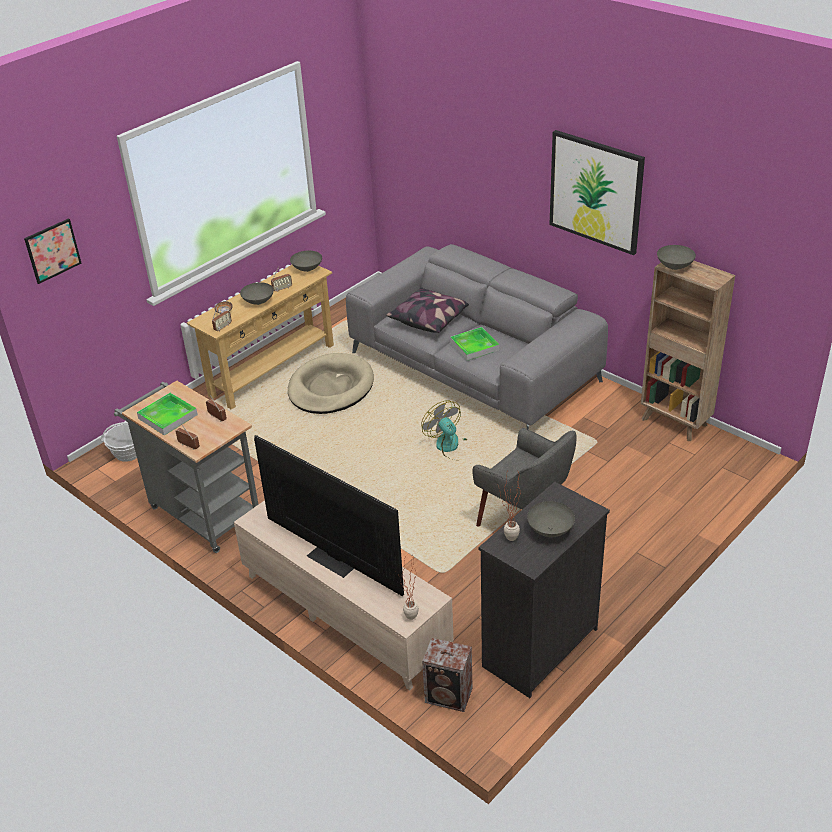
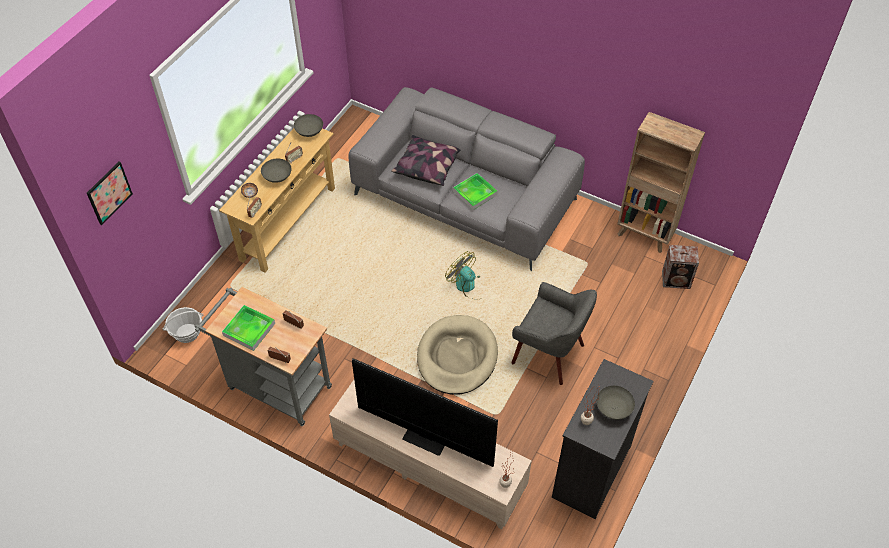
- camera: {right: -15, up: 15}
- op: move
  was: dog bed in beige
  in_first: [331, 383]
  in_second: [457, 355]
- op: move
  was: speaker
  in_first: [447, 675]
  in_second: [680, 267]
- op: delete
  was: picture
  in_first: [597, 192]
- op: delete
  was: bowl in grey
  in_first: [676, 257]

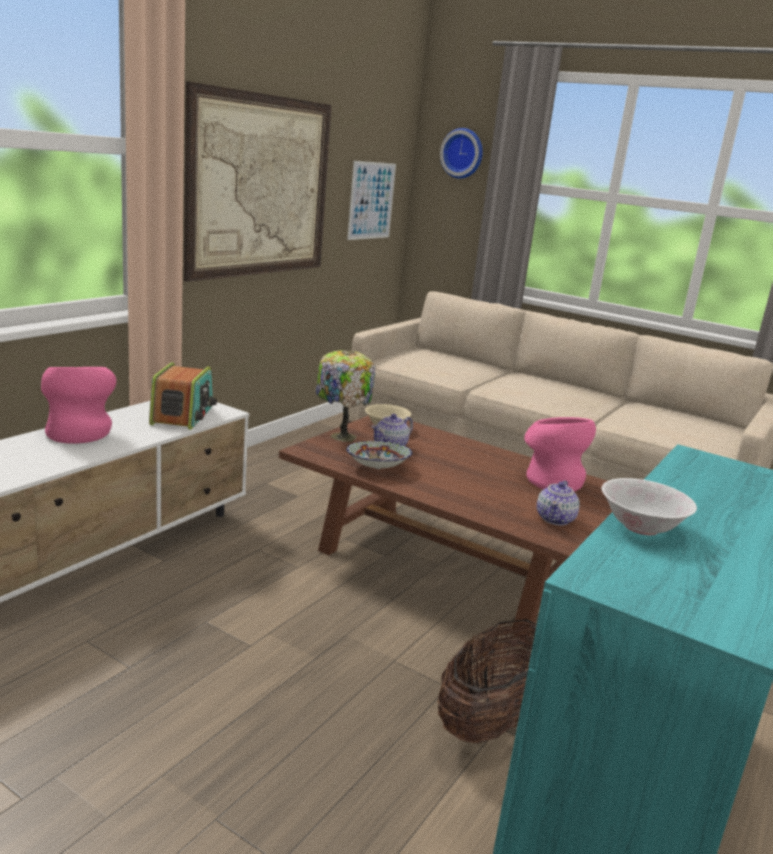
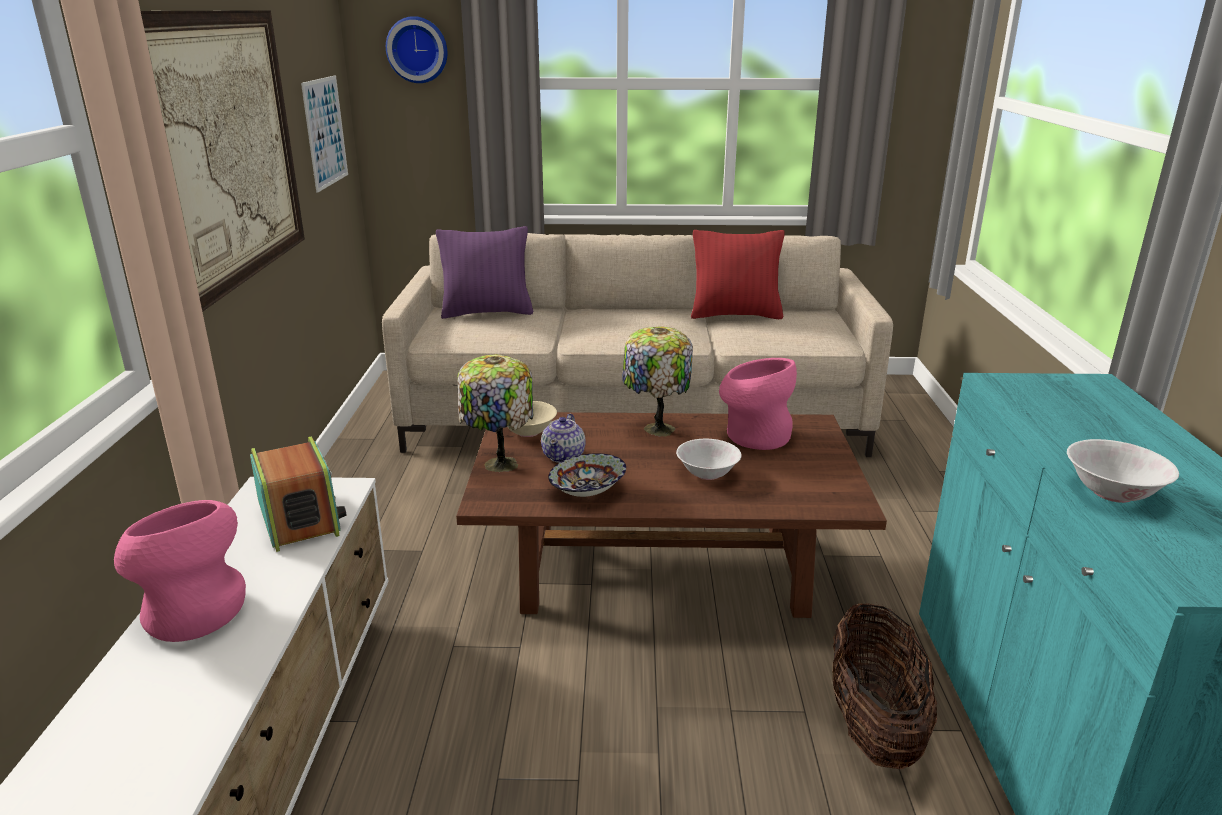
- camera: {right: -30, up: 5}
- op: insert
  now: pillow in purple
  in_second: [484, 272]
- op: insert
  now: table lamp
  in_second: [657, 381]
- op: insert
  now: bowl in white
  in_second: [709, 459]
- op: insert
  now: pillow in red
  in_second: [738, 274]
- op: delete
  was: teapot
  in_first: [558, 503]

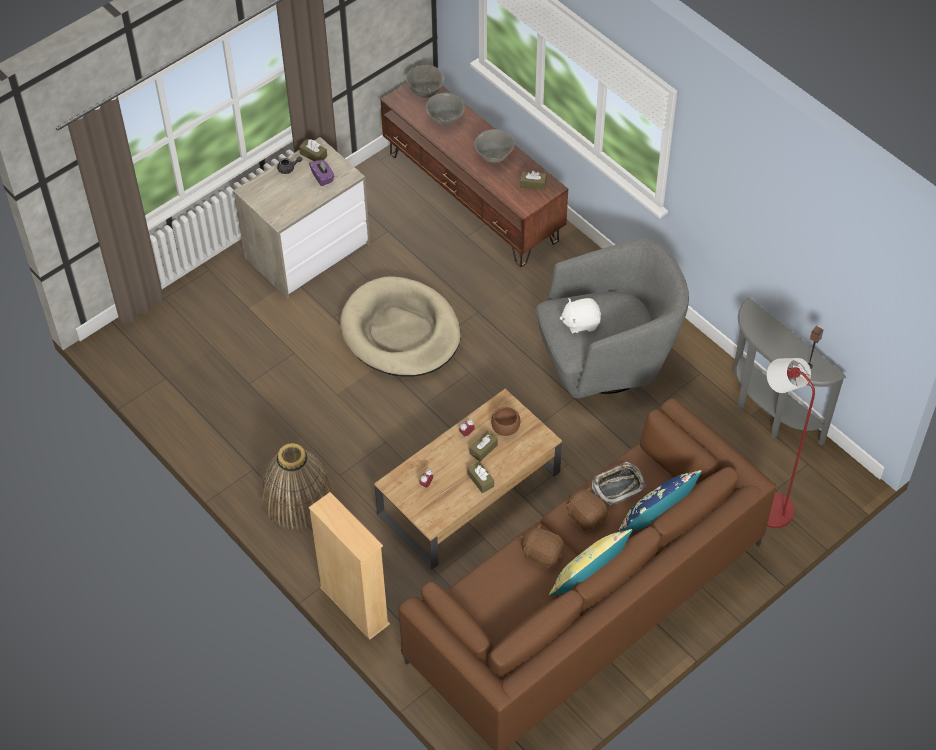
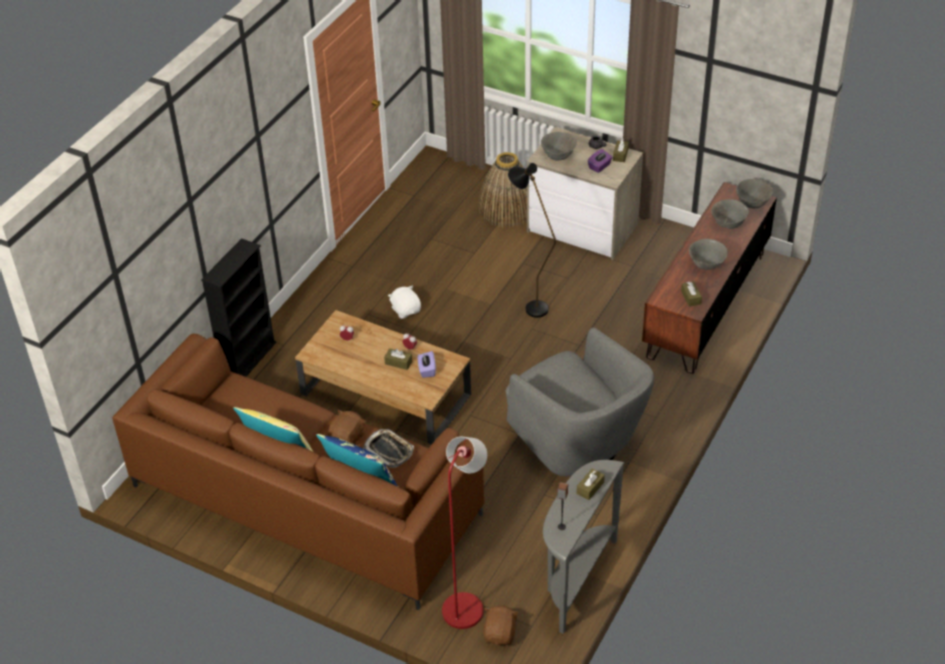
- camera: {right: 70, up: -10}
- op: recolor
  was: bookcase in beige
  now: bookcase in black
  in_first: [349, 566]
  in_second: [238, 307]
- op: move
  was: plush toy in white
  in_first: [580, 316]
  in_second: [404, 302]
- op: replace
  was: bowl in brown
  now: tissue box in purple
  in_first: [505, 421]
  in_second: [427, 364]
- op: move
  was: basket
  in_first: [298, 486]
  in_second: [502, 190]
- op: move
  was: plush toy in brown
  in_first: [542, 545]
  in_second: [501, 625]
- op: replace
  was: dog bed in beige
  now: floor lamp in black
  in_first: [400, 326]
  in_second: [532, 240]
- op: insert
  now: bowl in grey
  in_second: [559, 146]
- op: move
  was: tissue box in brown
  in_first: [480, 477]
  in_second: [591, 484]

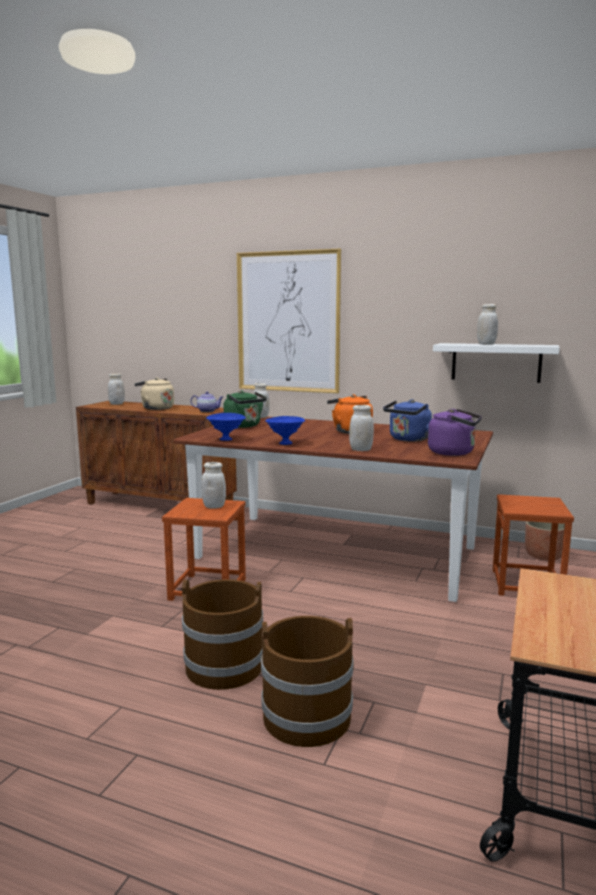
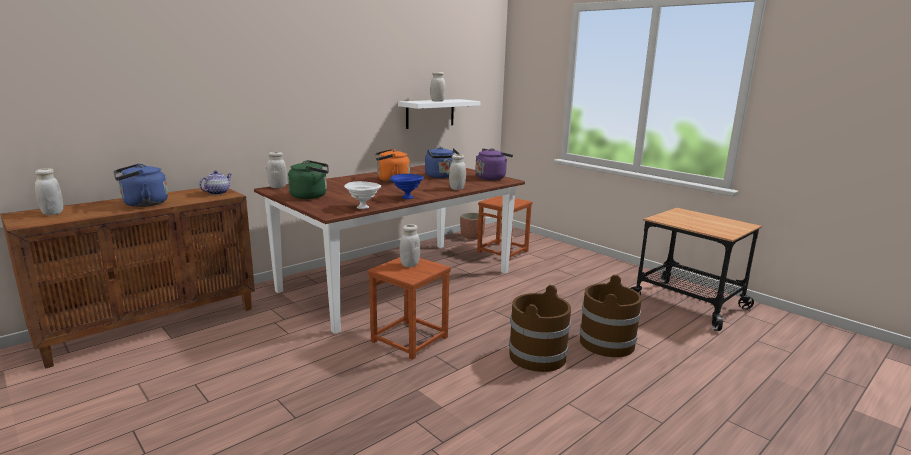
- camera: {right: -65, up: 5}
- op: recolor
  was: kettle in beige
  now: kettle in blue
  in_first: [154, 393]
  in_second: [141, 185]
- op: recolor
  was: bowl in blue
  now: bowl in white
  in_first: [226, 427]
  in_second: [362, 195]
- op: delete
  was: picture
  in_first: [289, 321]

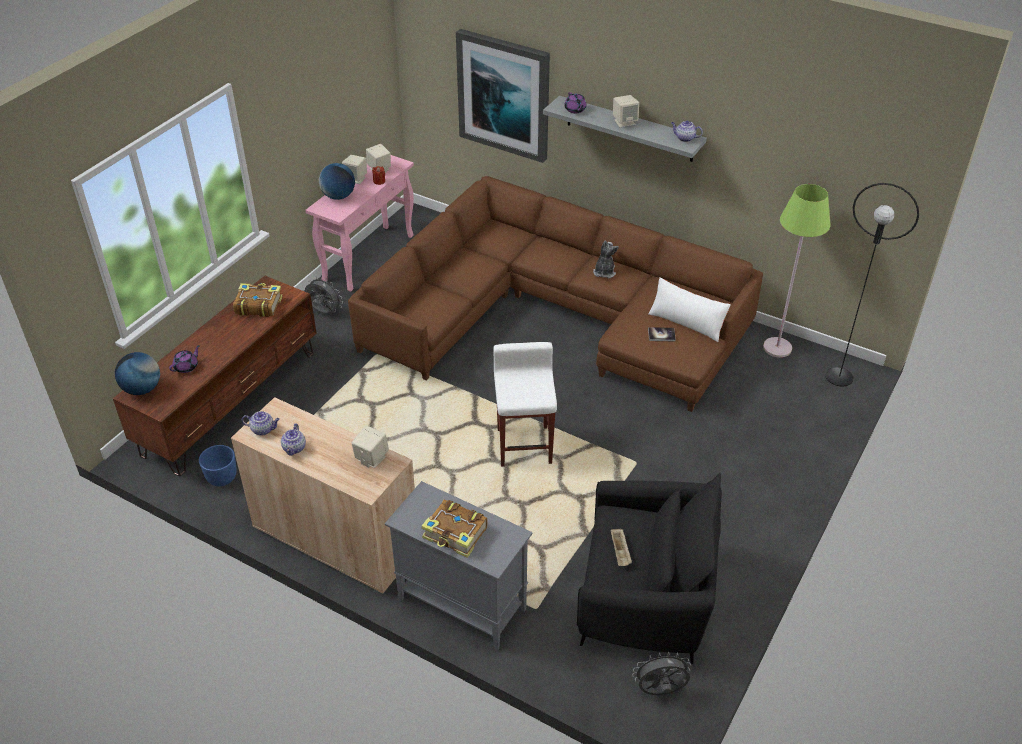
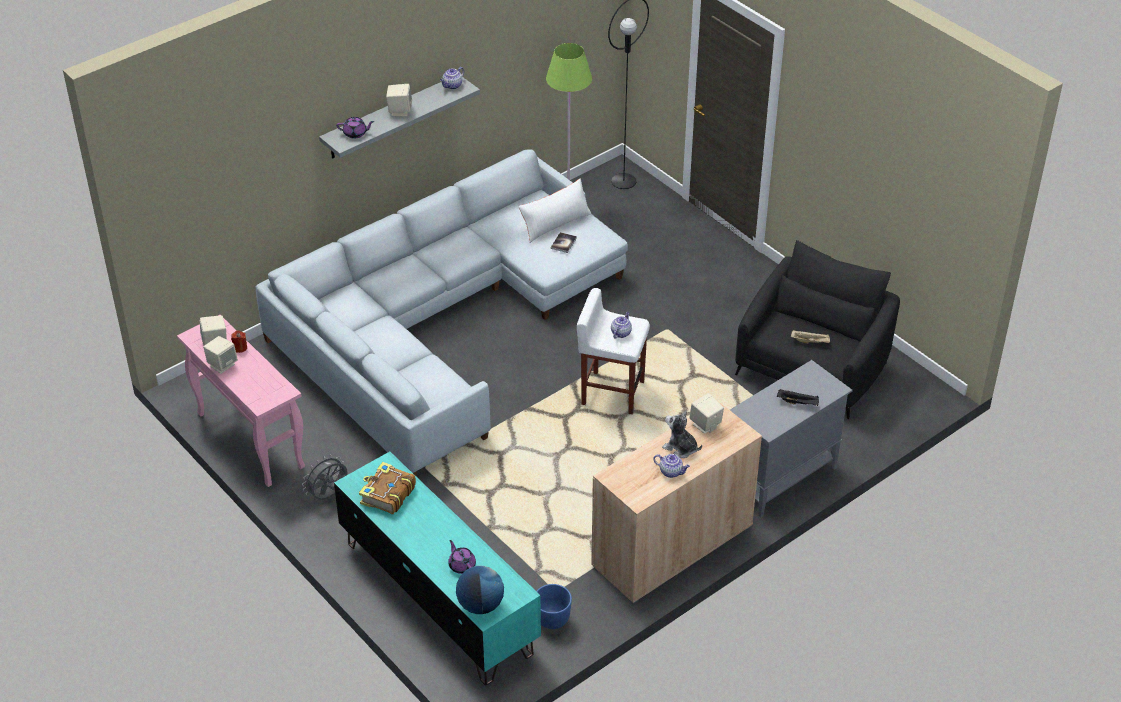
- camera: {right: -70, up: 0}
- op: recolor
  was: sofa in brown
  now: sofa in grey
  in_first: [555, 294]
  in_second: [442, 312]
- op: recolor
  was: tv stand in brown
  now: tv stand in turquoise
  in_first: [215, 376]
  in_second: [437, 568]
- op: move
  was: teapot
  in_first: [261, 423]
  in_second: [621, 325]
- op: move
  was: plush toy
  in_first: [606, 259]
  in_second: [682, 434]
- op: replace
  was: book
  now: tray in black
  in_first: [454, 528]
  in_second: [798, 397]
- op: delete
  was: globe
  in_first: [337, 181]
- op: delete
  was: picture
  in_first: [503, 96]
- op: delete
  was: fan in grey
  in_first: [662, 673]

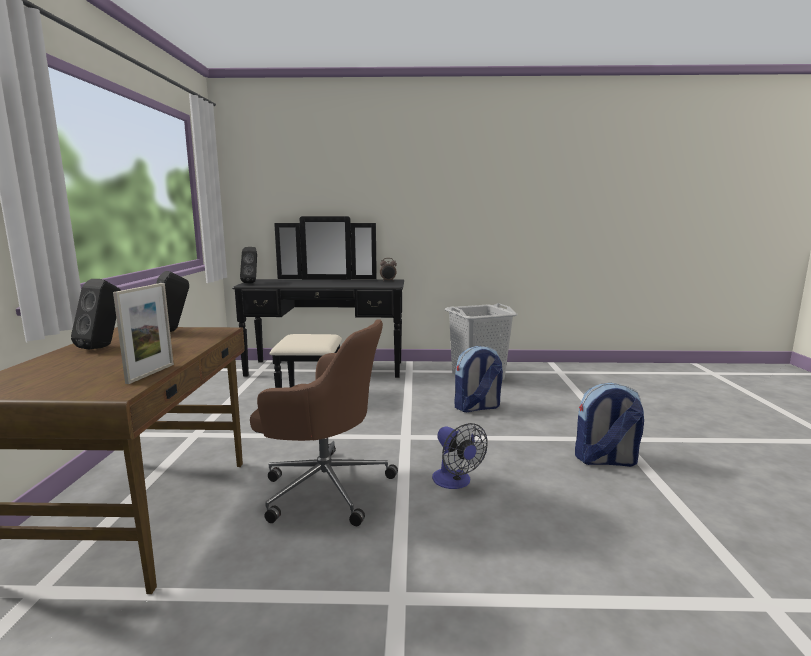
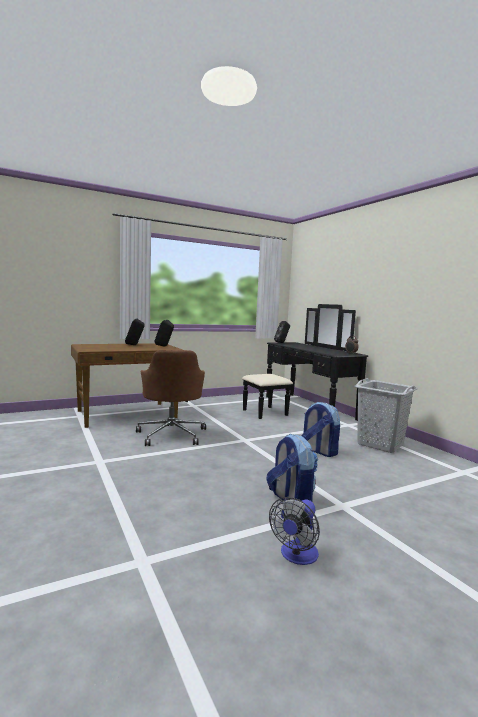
- camera: {right: 60, up: -5}
- op: move
  was: fan
  in_first: [460, 456]
  in_second: [294, 531]
- op: delete
  was: picture frame
  in_first: [143, 333]

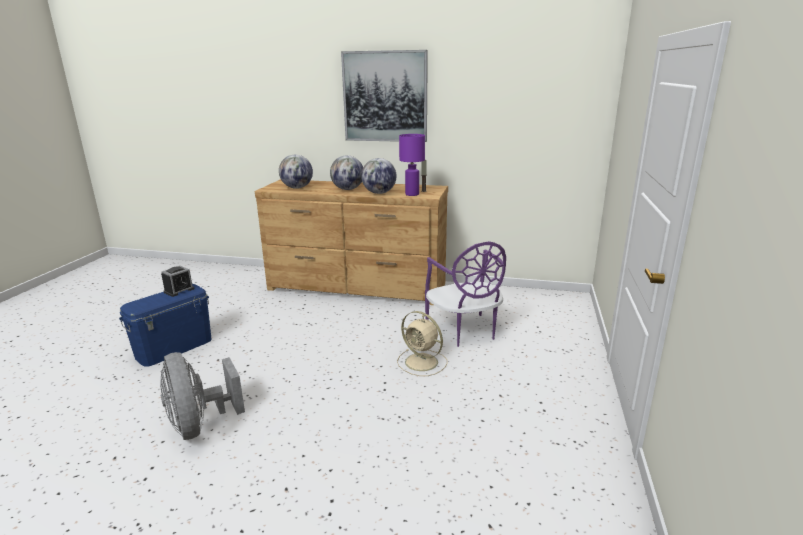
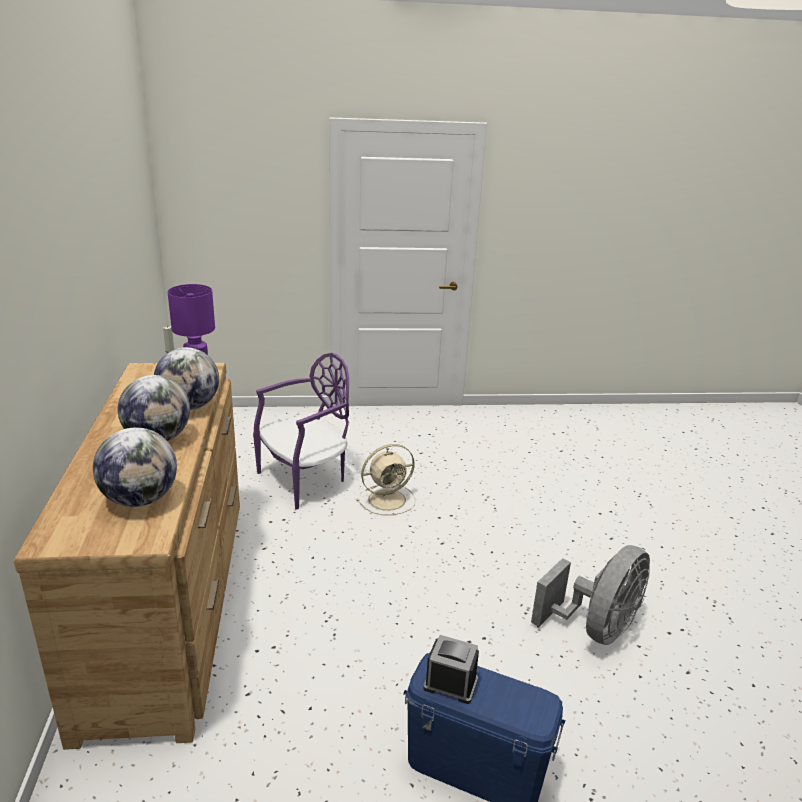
- camera: {right: -110, up: 5}
- op: rotate
  was: fan in beige
  in_first: [422, 343]
  in_second: [386, 479]
  clockwise: 45
- op: delete
  was: picture
  in_first: [384, 96]

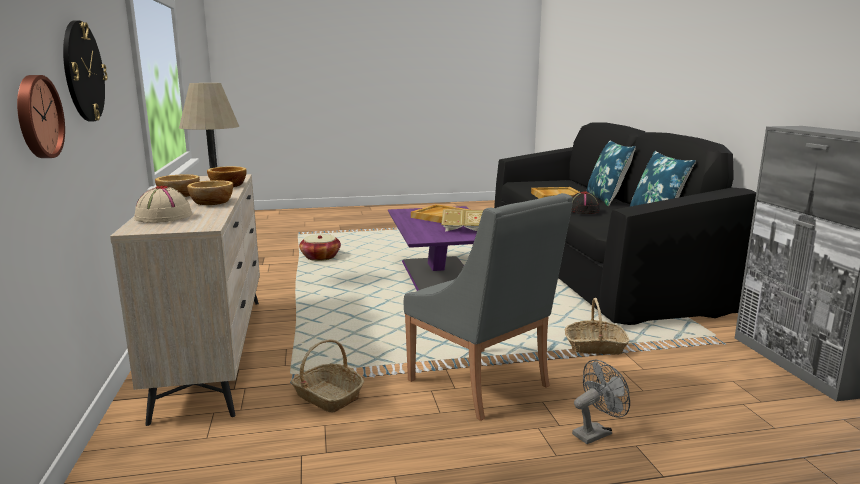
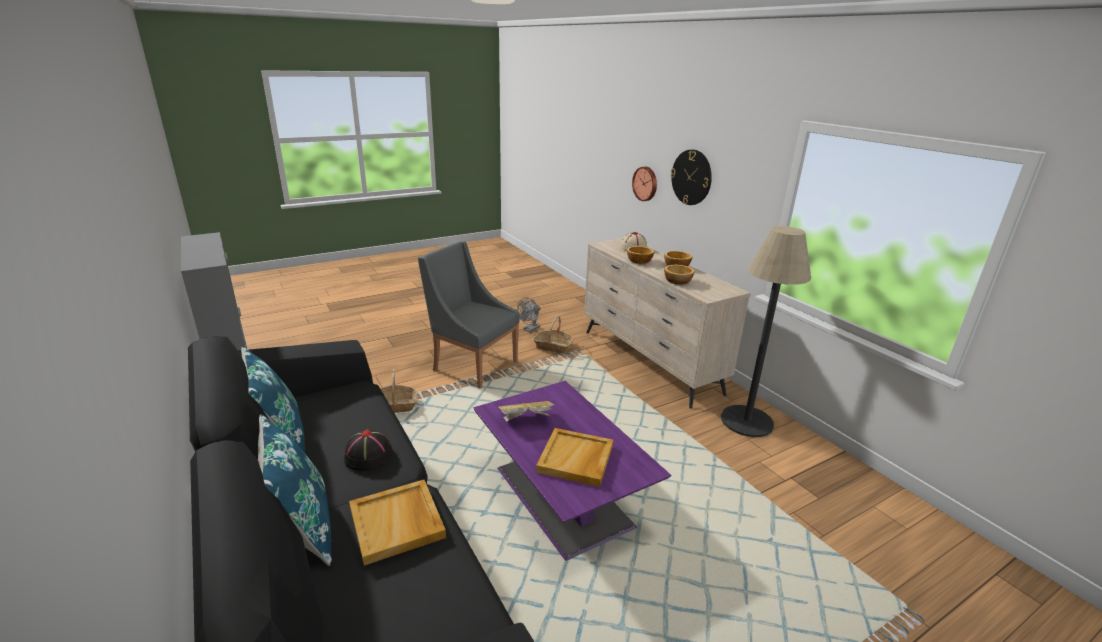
- camera: {right: 160, up: 10}
- op: move
  was: fan in grey
  in_first: [601, 402]
  in_second: [529, 314]
- op: delete
  was: basket
  in_first: [320, 247]

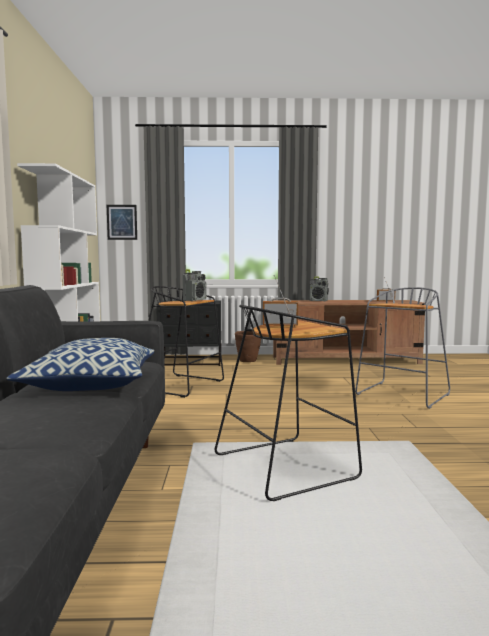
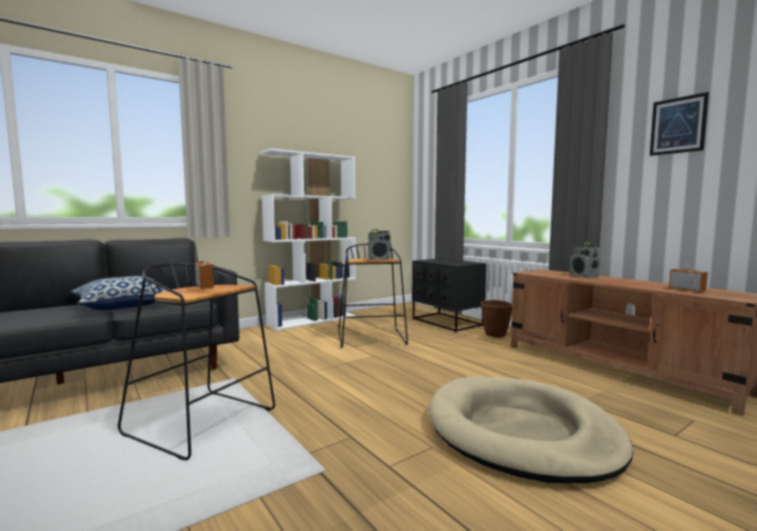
- camera: {right: 55, up: 0}
- op: replace
  was: stool in grey
  now: dog bed in beige
  in_first: [402, 348]
  in_second: [531, 429]
- op: move
  was: picture
  in_first: [122, 222]
  in_second: [679, 124]

